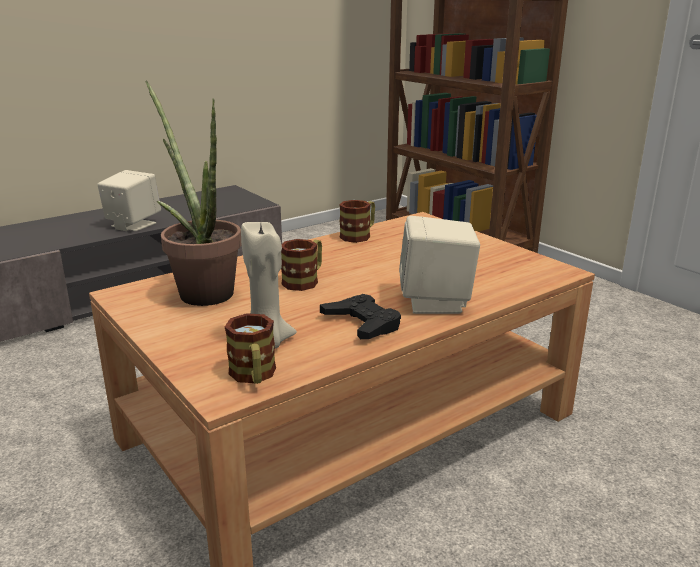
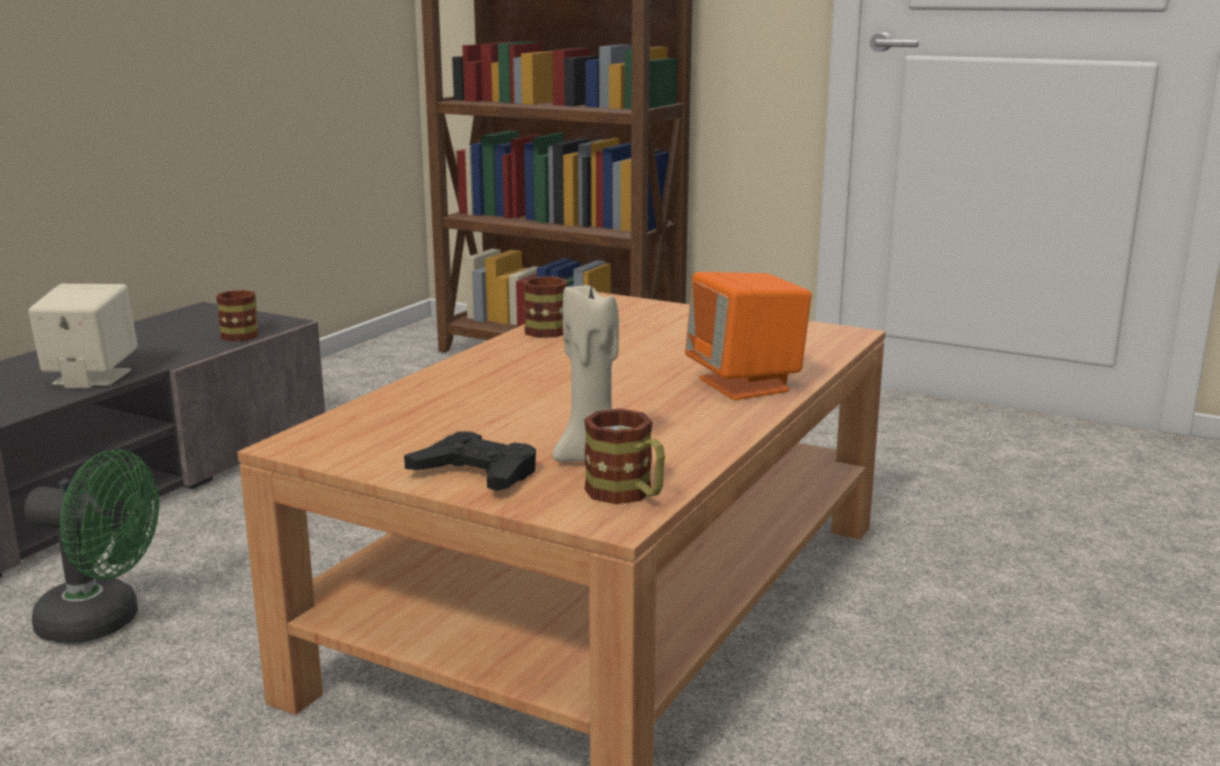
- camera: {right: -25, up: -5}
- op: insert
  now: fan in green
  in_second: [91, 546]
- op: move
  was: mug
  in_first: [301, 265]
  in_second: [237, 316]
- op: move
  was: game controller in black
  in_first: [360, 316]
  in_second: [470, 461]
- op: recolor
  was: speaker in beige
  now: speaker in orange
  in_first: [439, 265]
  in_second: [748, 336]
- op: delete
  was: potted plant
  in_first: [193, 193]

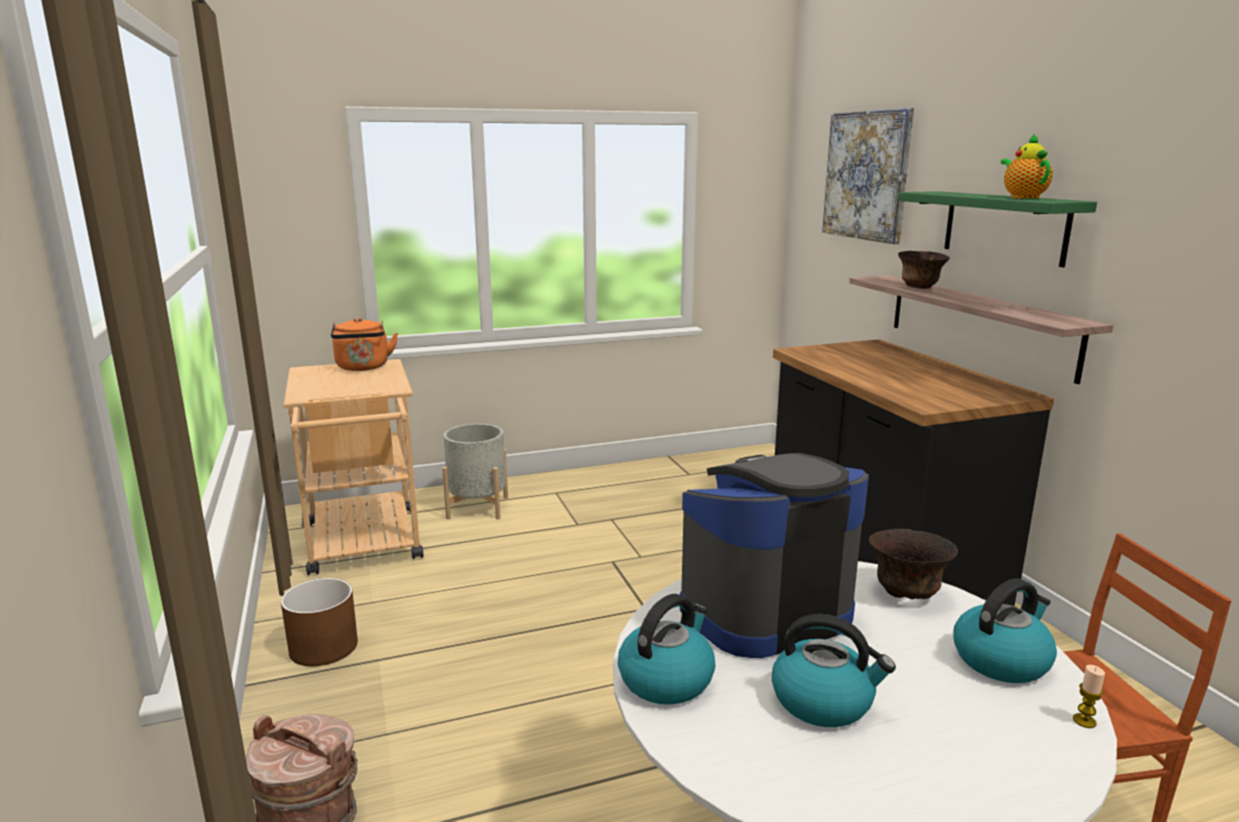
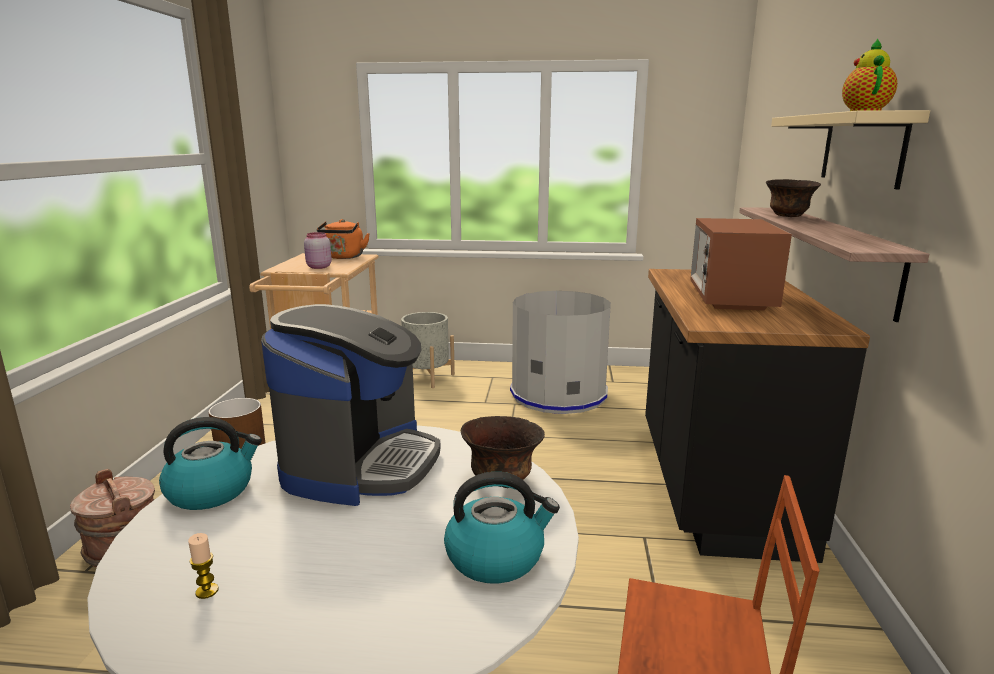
- camera: {right: 25, up: 0}
- op: move
  was: candle
  in_first: [1089, 696]
  in_second: [203, 566]
- op: rotate
  was: coffee machine
  in_first: [774, 555]
  in_second: [351, 405]
  clockwise: 105
- op: insert
  now: jar in pink
  in_second: [318, 250]
- op: insert
  now: trash can in grey
  in_second: [560, 352]
- op: insert
  now: microwave
  in_second: [741, 264]
- op: recolor
  was: shelf in green
  now: shelf in beige
  in_first: [997, 229]
  in_second: [850, 149]
- op: delete
  was: kettle
  in_first: [834, 670]
- op: delete
  was: picture
  in_first: [868, 176]

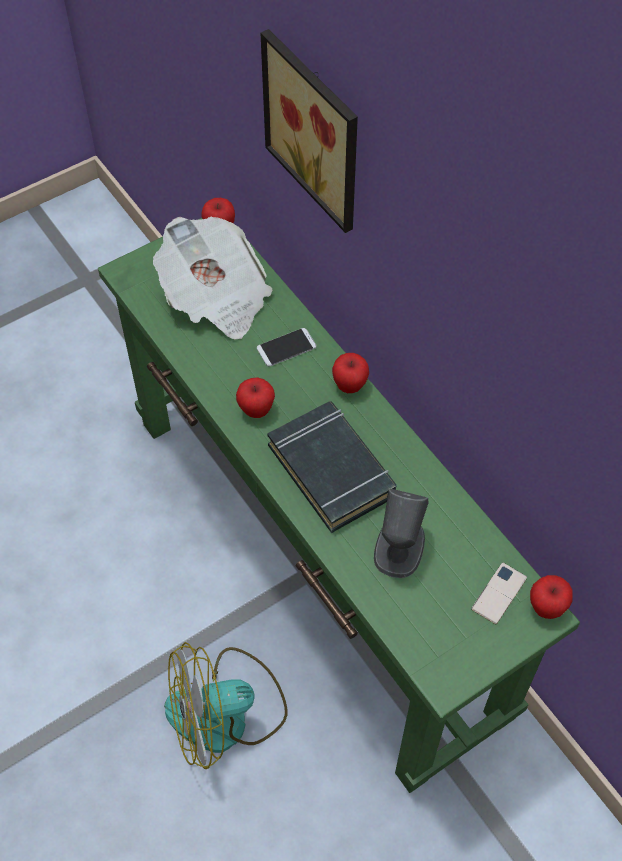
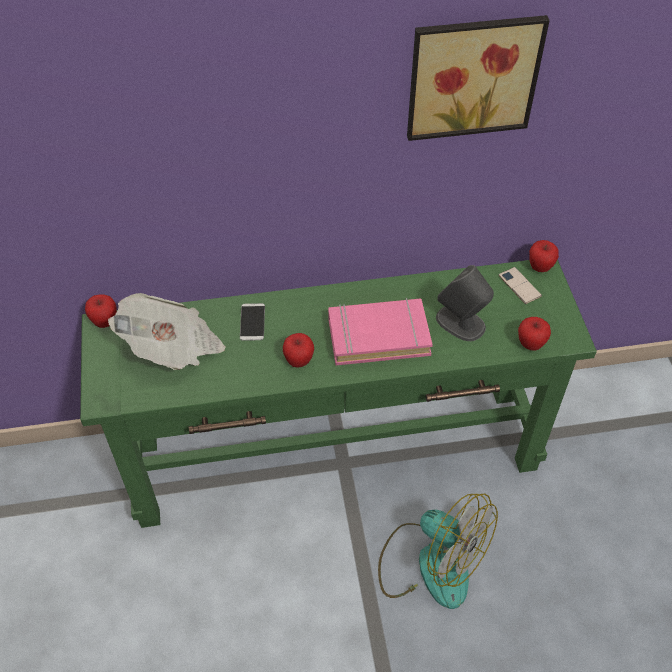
- camera: {right: -65, up: -5}
- op: recolor
  was: book in black
  now: book in pink
  in_first: [331, 467]
  in_second: [380, 331]
- op: rotate
  was: fan
  in_first: [226, 705]
  in_second: [438, 551]
  clockwise: -60
- op: move
  was: picture
  in_first: [309, 131]
  in_second: [478, 78]
- op: move
  was: apple
  in_first: [350, 373]
  in_second: [534, 334]

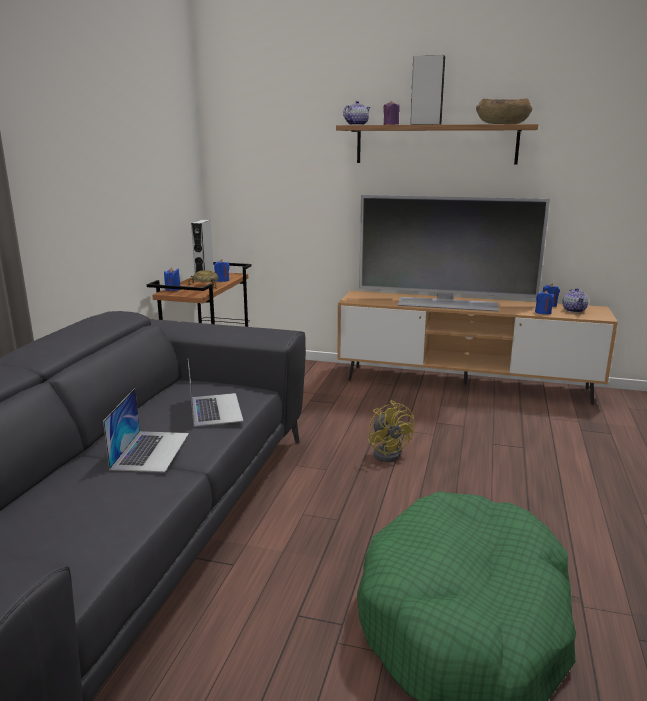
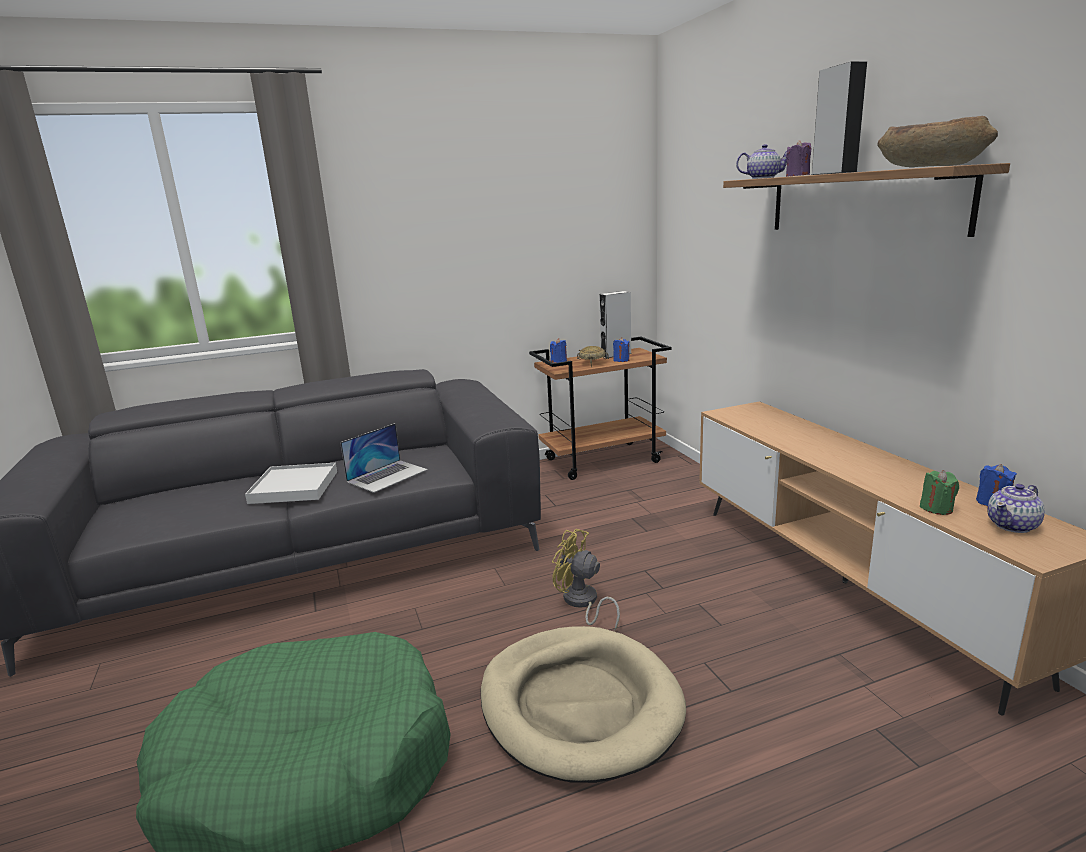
- camera: {right: 55, up: 0}
- op: replace
  was: laptop
  now: tray in white
  in_first: [146, 430]
  in_second: [291, 483]
- op: insert
  now: dog bed in beige
  in_second: [583, 704]
- op: rotate
  was: fan in yellow
  in_first: [391, 431]
  in_second: [586, 579]
  clockwise: 90
- op: recolor
  was: candle in blue
  now: candle in green
  in_first: [544, 302]
  in_second: [939, 492]
- op: delete
  was: television
  in_first: [454, 253]

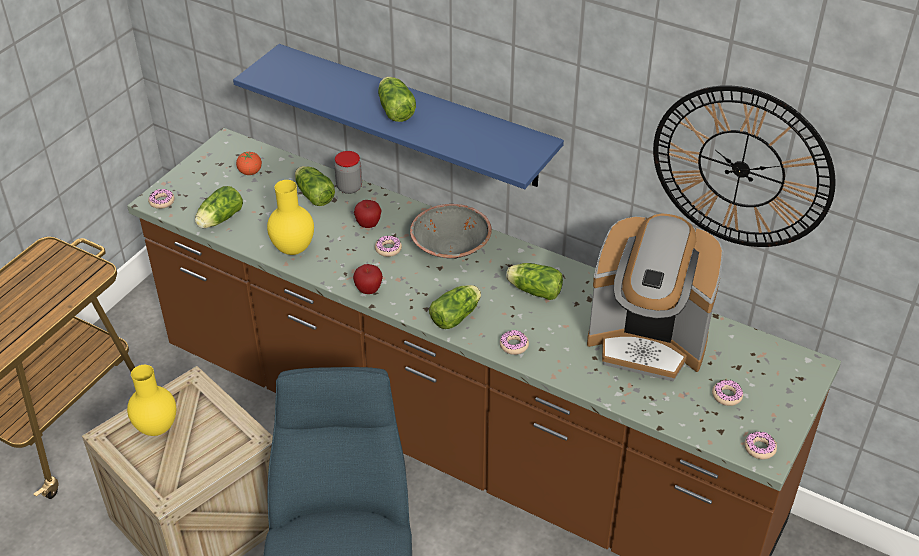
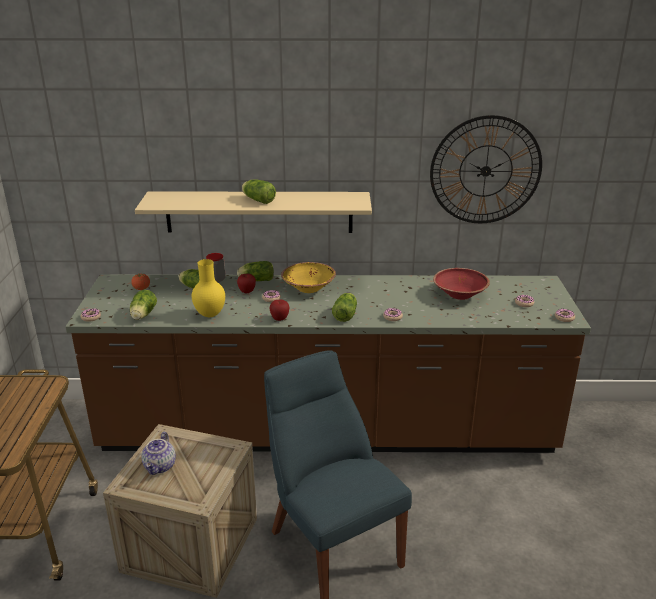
- camera: {right: -30, up: -15}
- op: recolor
  was: shelf in blue
  now: shelf in beige
  in_first: [398, 116]
  in_second: [253, 212]
- op: replace
  was: vase in yellow
  now: teapot
  in_first: [151, 400]
  in_second: [158, 453]
- op: move
  was: lettuce
  in_first: [534, 281]
  in_second: [255, 271]
- op: recolor
  was: bowl in grey
  now: bowl in yellow
  in_first: [451, 231]
  in_second: [308, 277]
- op: replace
  was: coffee machine
  now: bowl in red
  in_first: [655, 297]
  in_second: [461, 284]

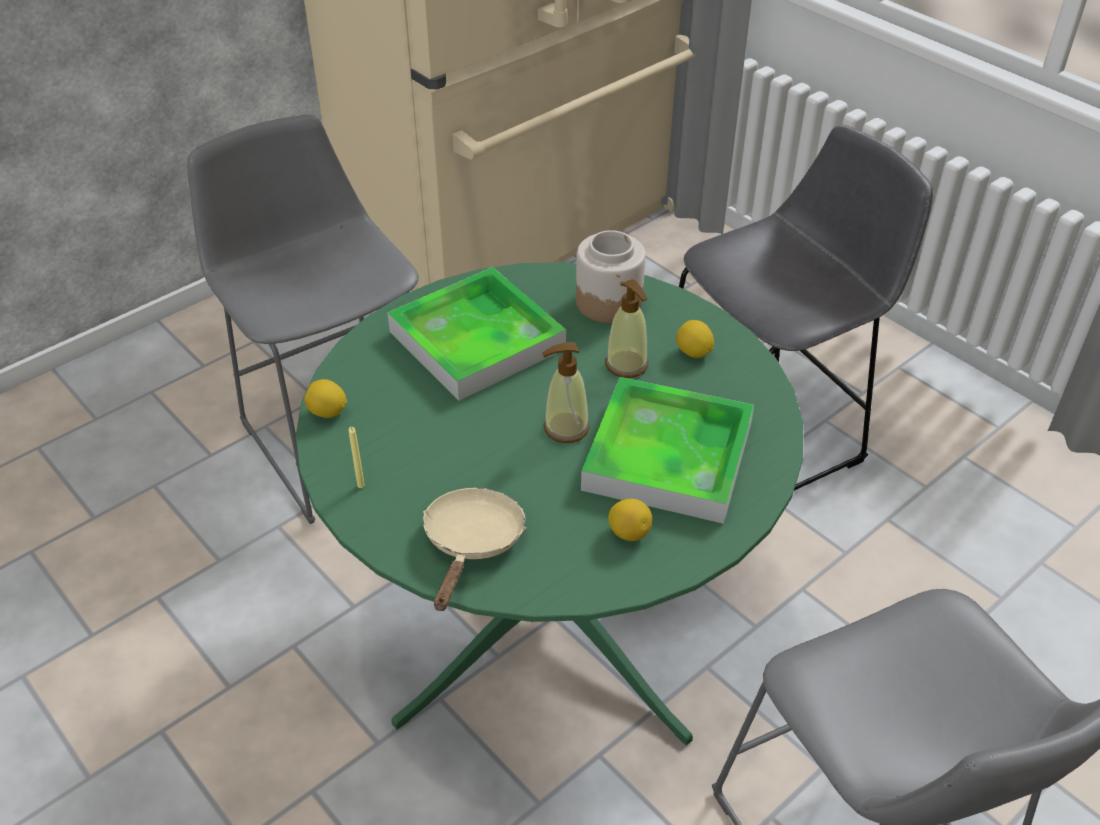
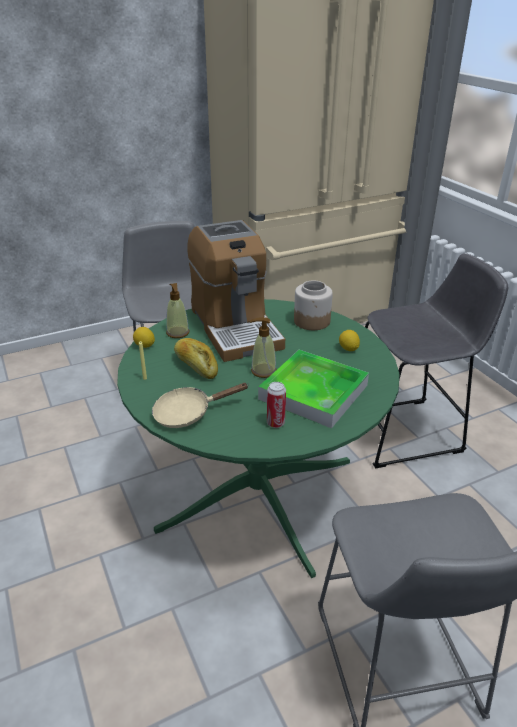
- camera: {right: 15, up: -10}
- op: rotate
  was: frying pan in beige
  in_first: [474, 549]
  in_second: [200, 405]
  clockwise: -135
- op: move
  was: soap dispenser
  in_first: [626, 328]
  in_second: [177, 310]
- op: insert
  now: bread
  in_second: [196, 358]
- op: replace
  was: tray
  now: coffee machine
  in_first: [476, 334]
  in_second: [236, 291]
- op: replace
  was: lemon
  now: can
  in_first: [630, 520]
  in_second: [276, 405]

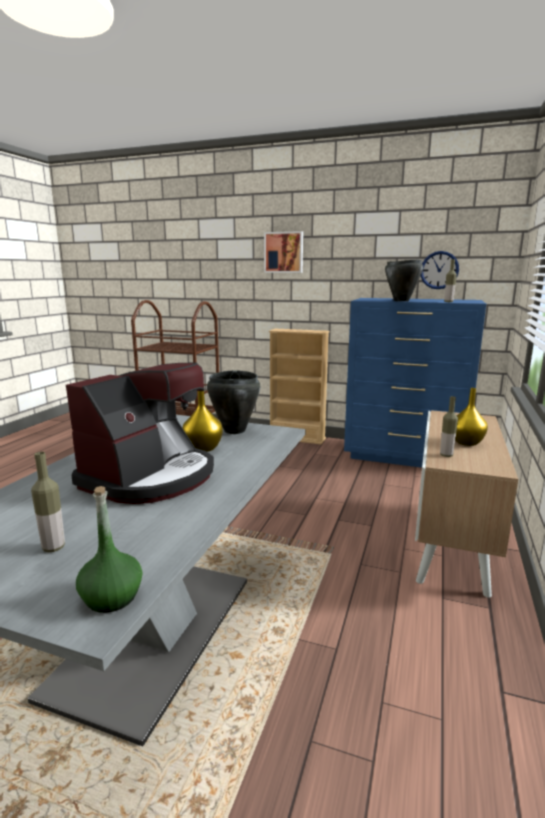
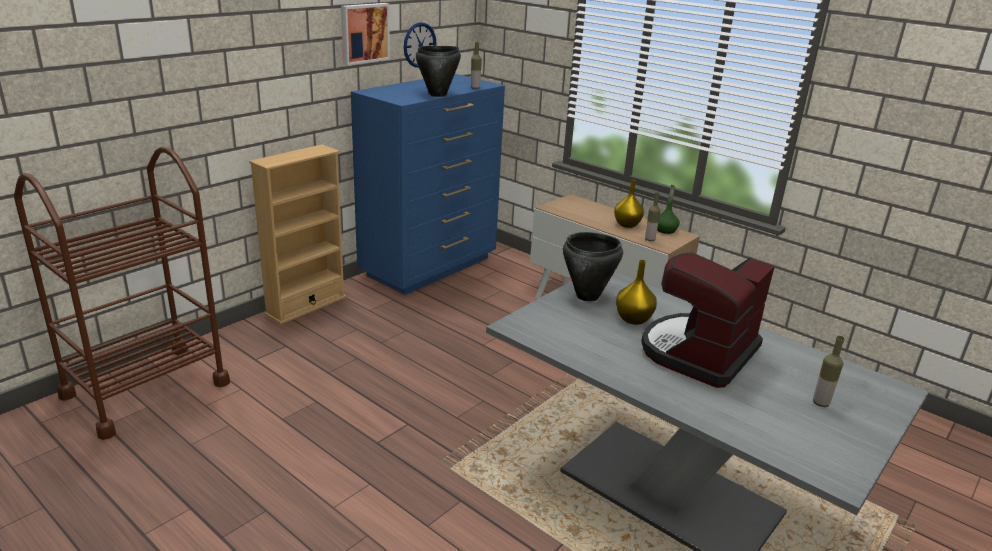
- camera: {right: -70, up: 10}
- op: move
  was: picture
  in_first: [283, 252]
  in_second: [365, 34]
- op: rotate
  was: coffee machine
  in_first: [140, 433]
  in_second: [708, 320]
  clockwise: -105
- op: move
  was: bottle in green
  in_first: [109, 549]
  in_second: [668, 209]

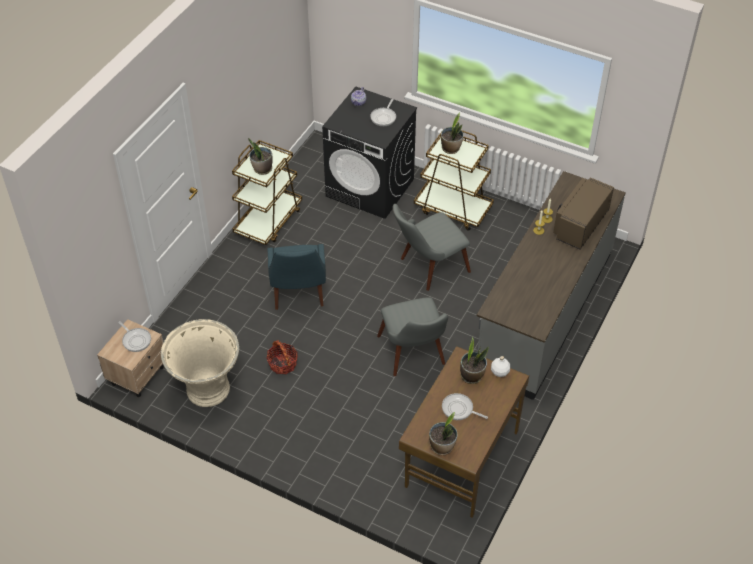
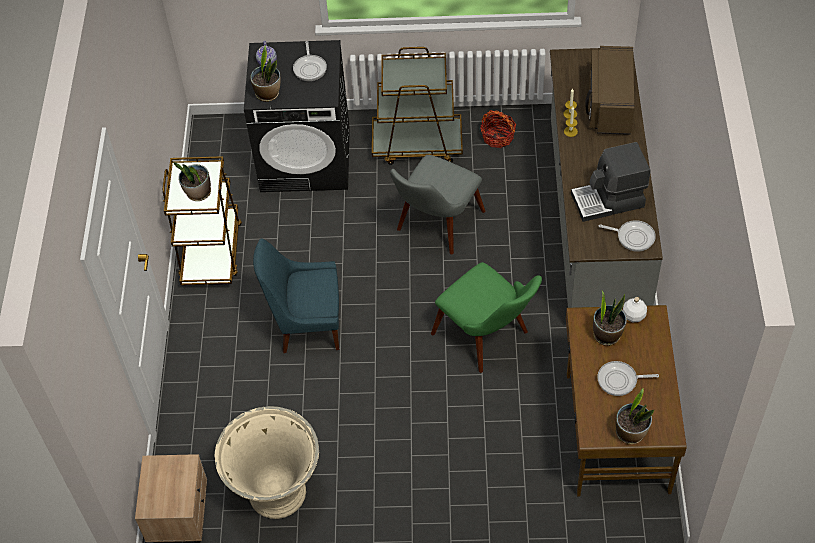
- camera: {right: -25, up: 5}
- op: move
  was: potted plant
  in_first: [452, 133]
  in_second: [265, 73]
- op: rotate
  was: chair in blue
  in_first: [296, 277]
  in_second: [296, 295]
  clockwise: 120
- op: recolor
  was: chair in grey
  now: chair in green
  in_first: [412, 336]
  in_second: [486, 317]
- op: move
  was: basket
  in_first: [282, 357]
  in_second: [498, 129]
- op: insert
  now: coffee machine
  in_second: [611, 182]
- op: move
  was: frying pan
  in_first: [134, 336]
  in_second: [627, 236]

